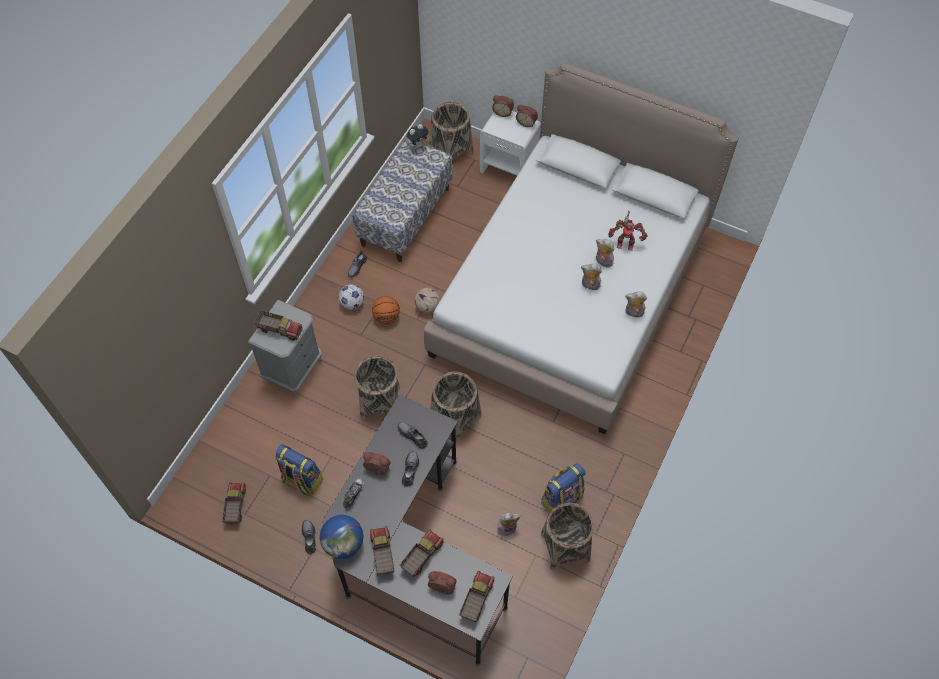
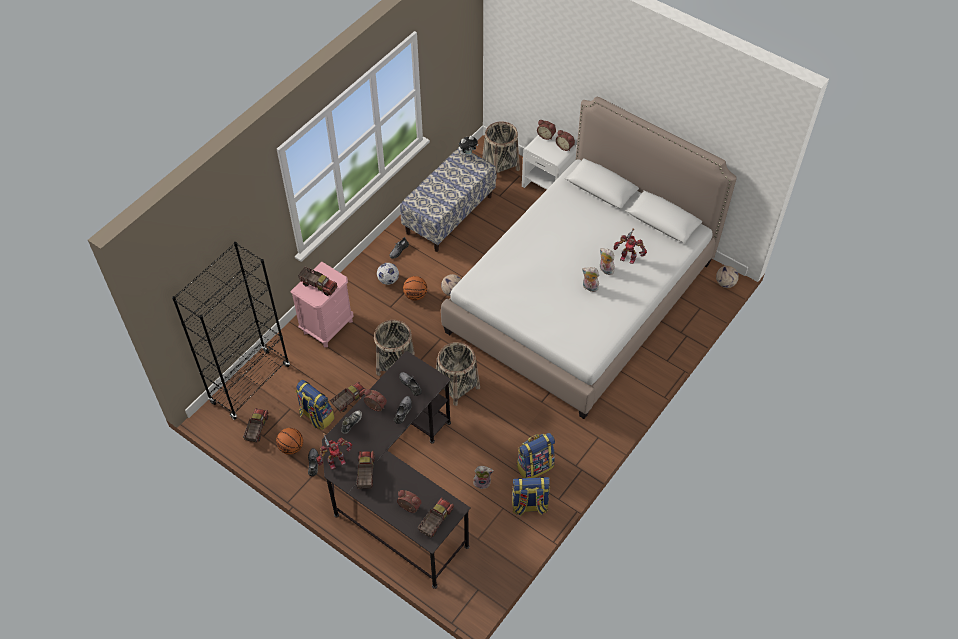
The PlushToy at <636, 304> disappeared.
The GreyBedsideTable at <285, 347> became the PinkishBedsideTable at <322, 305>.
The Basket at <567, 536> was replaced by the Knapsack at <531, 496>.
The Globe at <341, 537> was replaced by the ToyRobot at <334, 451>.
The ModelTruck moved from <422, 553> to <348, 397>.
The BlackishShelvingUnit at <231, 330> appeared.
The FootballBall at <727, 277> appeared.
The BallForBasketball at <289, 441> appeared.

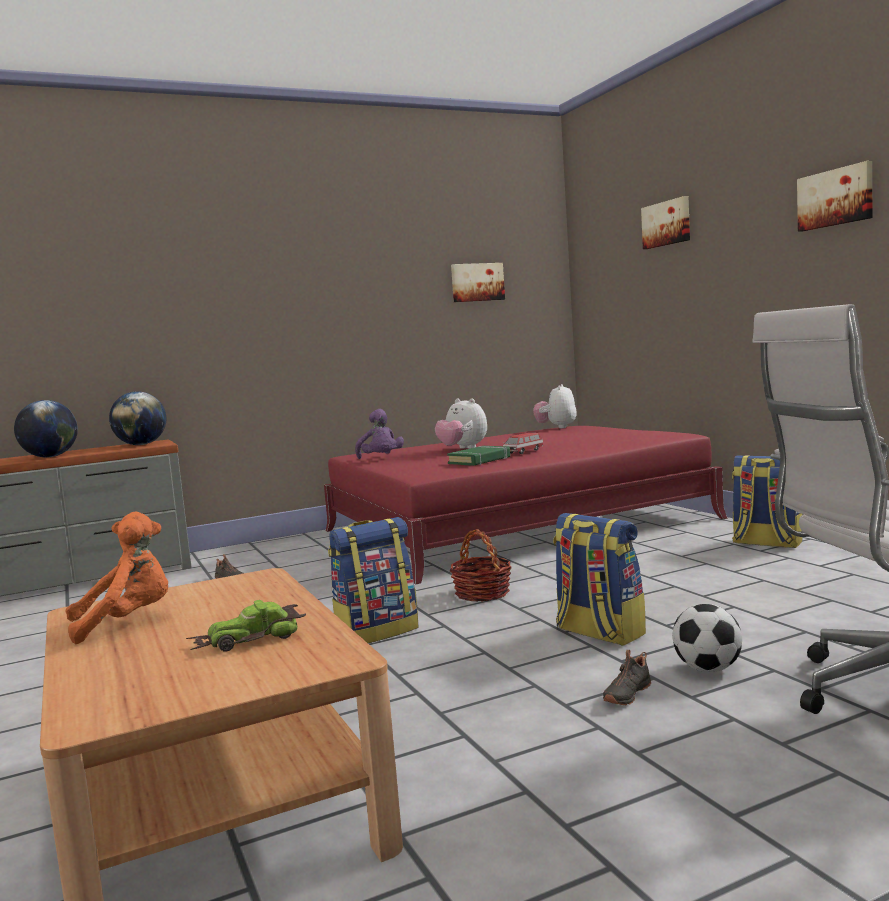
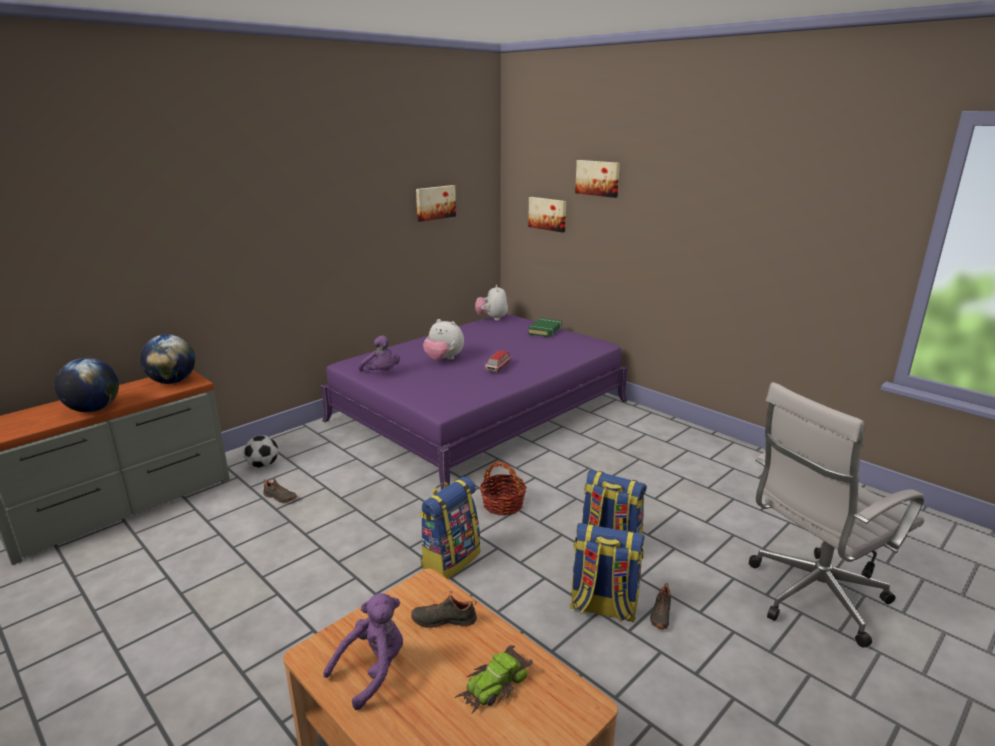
The Picture moved from <835, 196> to <547, 215>.
The RedBedroomBed at <526, 505> became the PurpleColouredBedroomBed at <474, 402>.
The GreenColouredBoundBook moved from <478, 456> to <545, 327>.
The Knapsack moved from <767, 501> to <607, 572>.
The OrangeColouredPlushToy at <116, 578> became the PurpleColouredPlushToy at <363, 651>.
The FootballBall moved from <707, 638> to <261, 451>.
The BlackishShoe at <444, 609> appeared.

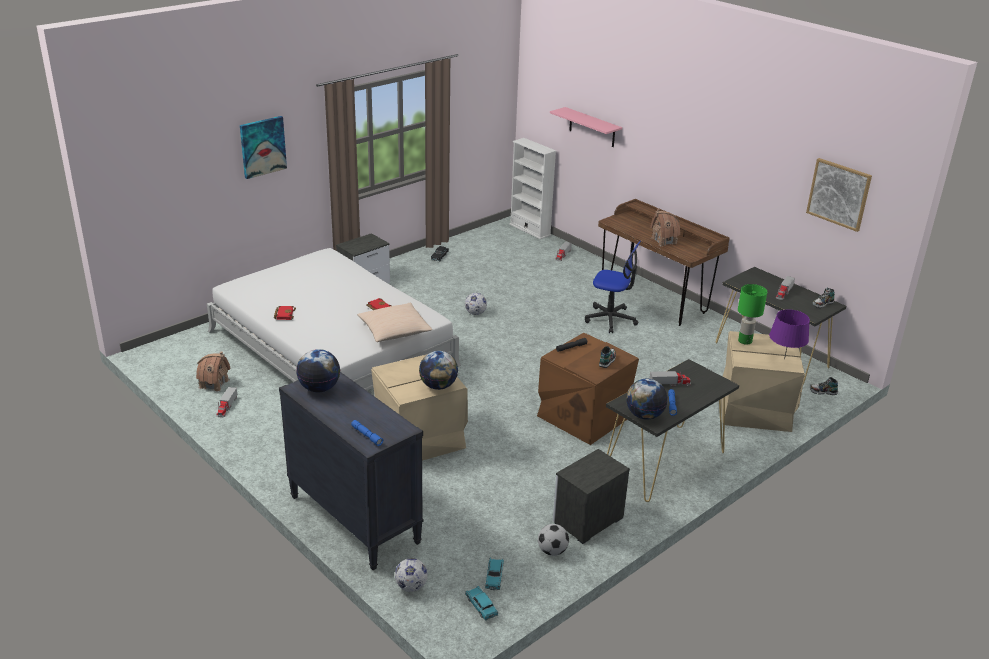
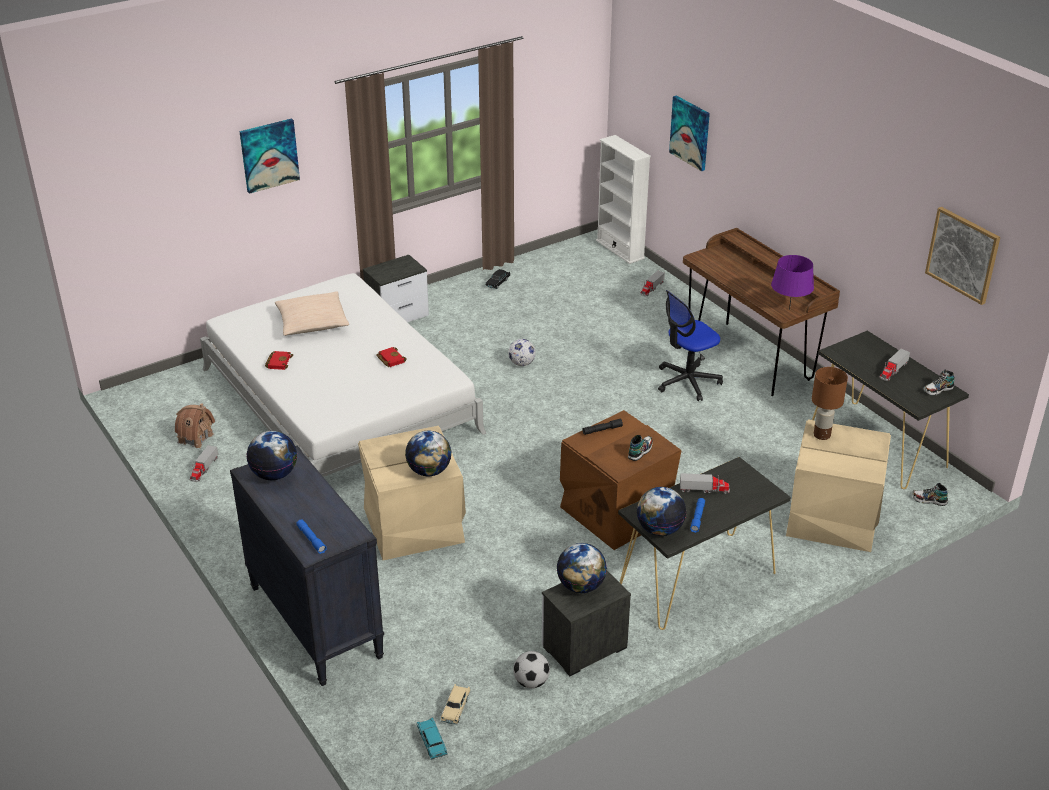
The PinkishShelf at <586, 127> was replaced by the Picture at <689, 133>.
The ToyHouse at <665, 228> disappeared.
The ComputerChair at <613, 287> turned 120 degrees clockwise.
The GreenColouredLampForATable at <752, 314> became the BrownishLampForATable at <830, 403>.
The BeigePillow moved from <394, 322> to <312, 313>.
The PurpleColouredLampForATable moved from <789, 334> to <792, 282>.
The FootballBall at <411, 575> disappeared.
The TurquoiseColouredMiniatureCar at <494, 574> became the BeigeMiniatureCar at <455, 704>.
The Globe at <582, 568> appeared.

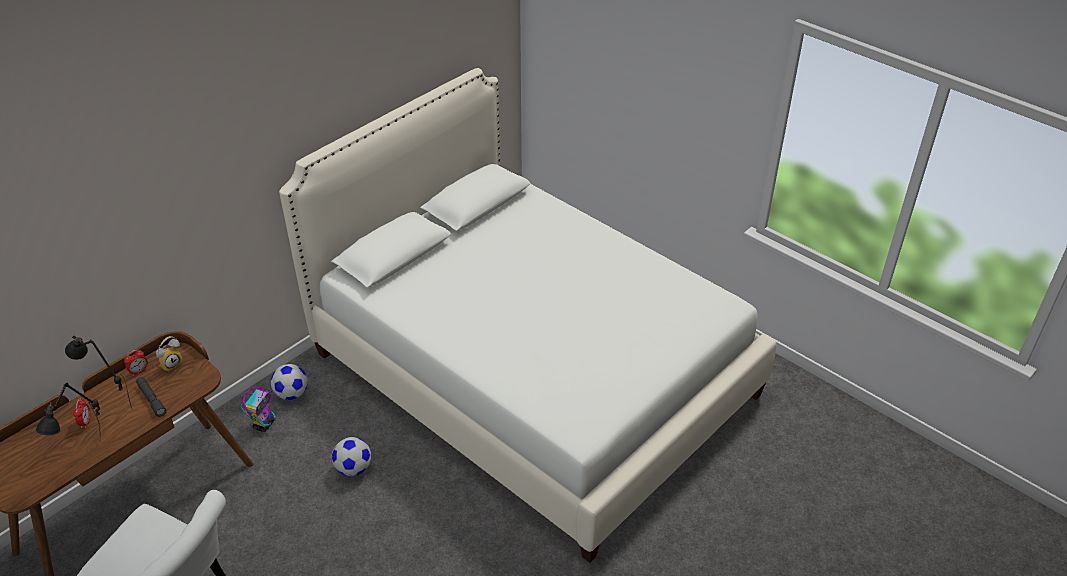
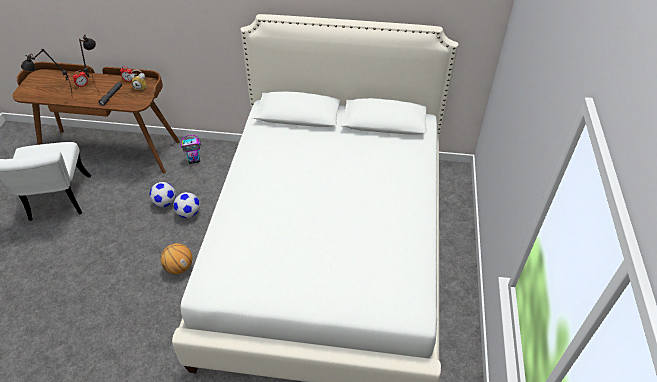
The FootballBall moved from <289, 382> to <163, 194>.
The BallForBasketball at <176, 258> appeared.

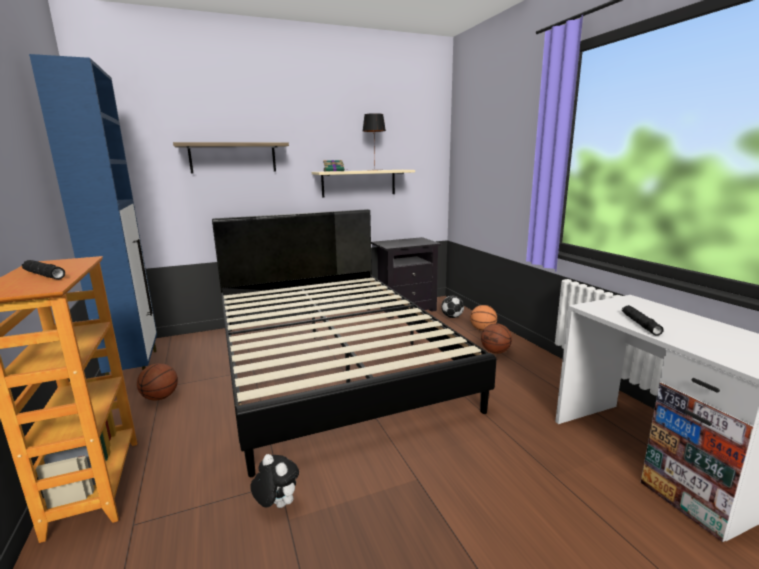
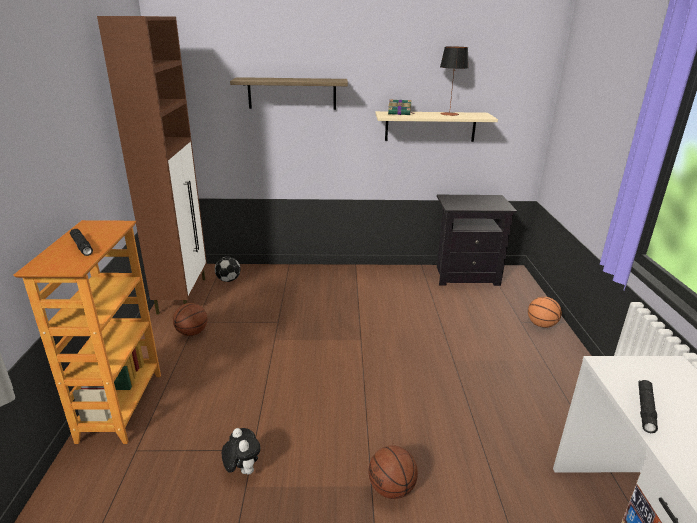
The BluishCupboard at <93, 214> became the BrownishCupboard at <152, 165>.
The BlackishBedroomBed at <354, 343> disappeared.
The FootballBall moved from <452, 307> to <227, 269>.
The BallForBasketball moved from <496, 338> to <393, 472>.

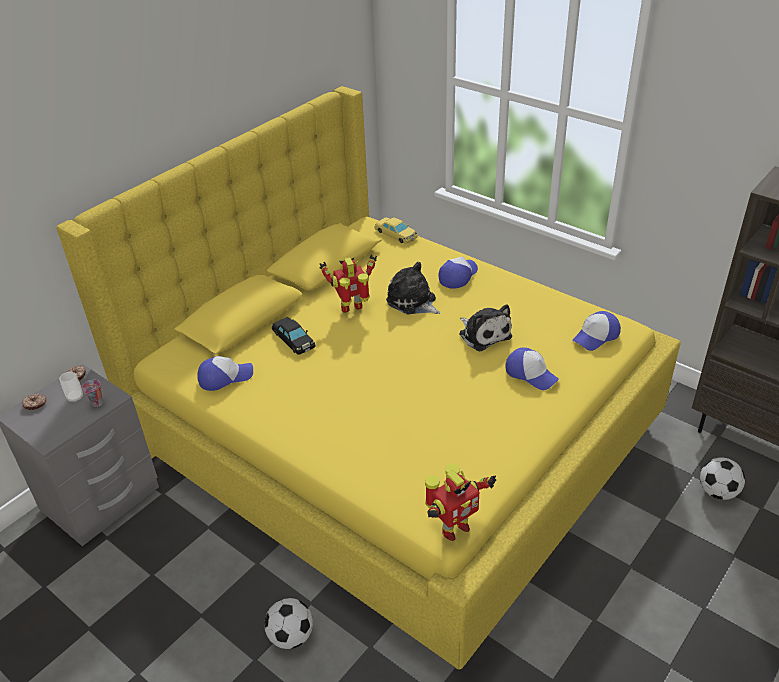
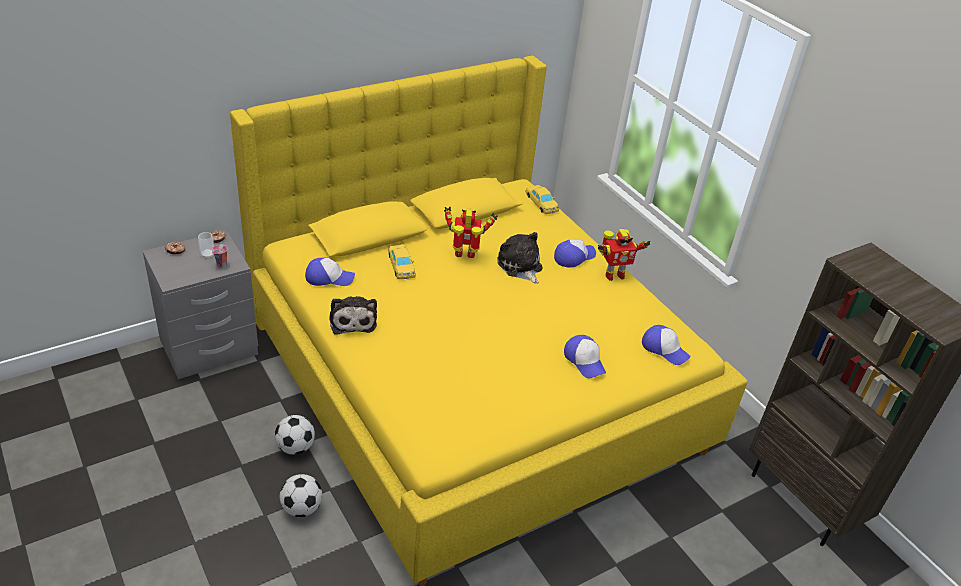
The PlushToy moved from <485, 328> to <353, 315>.
The Cap at <596, 331> turned 120 degrees counterclockwise.
The BlackishMiniatureCar at <294, 336> became the YellowColouredMiniatureCar at <402, 262>.
The FootballBall moved from <722, 478> to <295, 435>.
The ToyRobot moved from <460, 502> to <624, 255>.

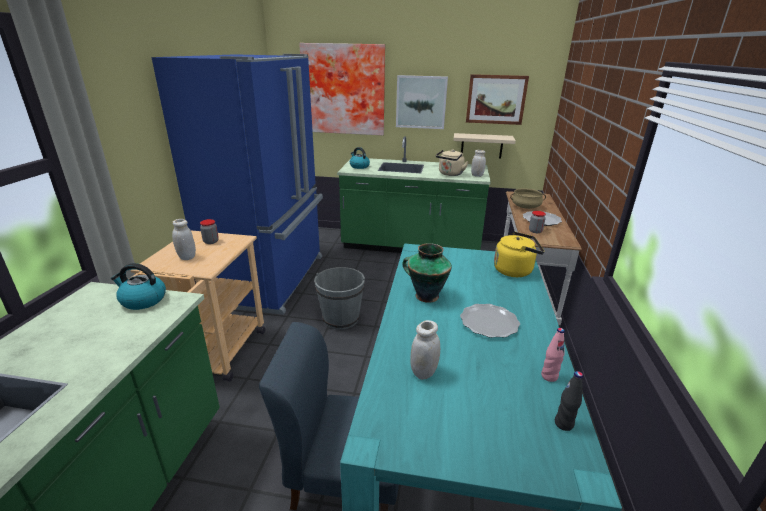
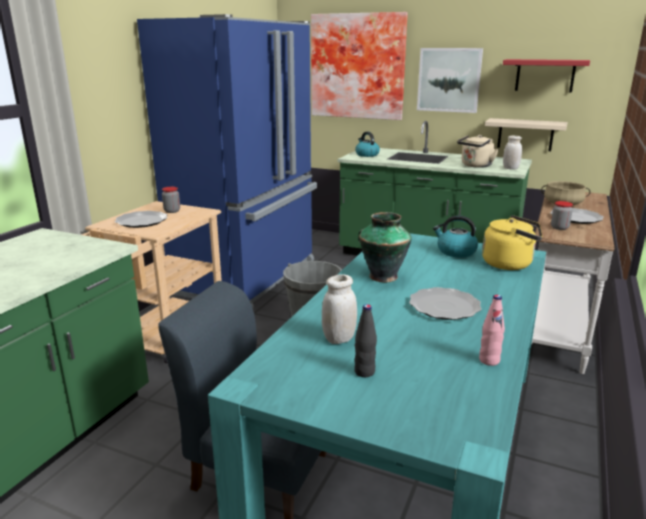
The Picture at <497, 99> was replaced by the RedShelf at <546, 76>.
The WhiteColouredStorageJar at <184, 239> was replaced by the DinnerPlate at <141, 219>.
The TeaKettle moved from <138, 286> to <455, 236>.
The BlackishBeverageBottle moved from <569, 401> to <365, 340>.

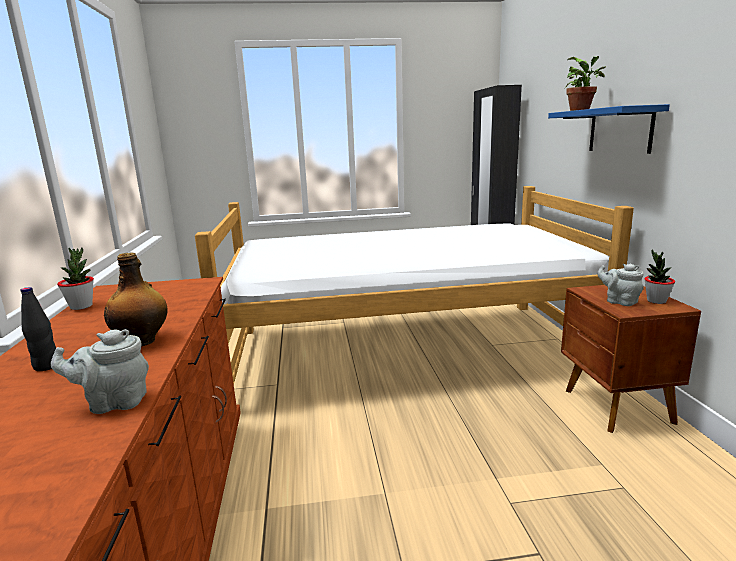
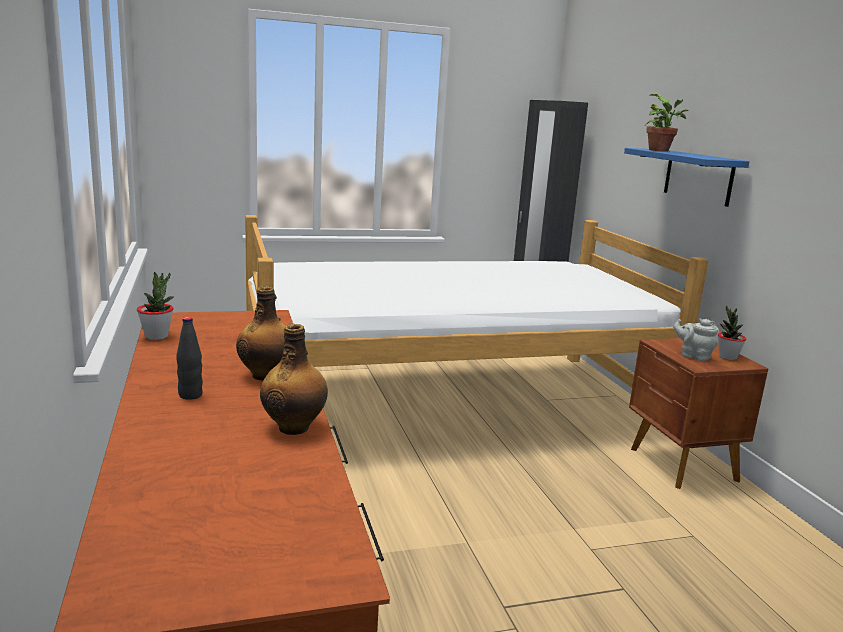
The GreyTeapot at <100, 371> was replaced by the BeverageBottle at <294, 379>.

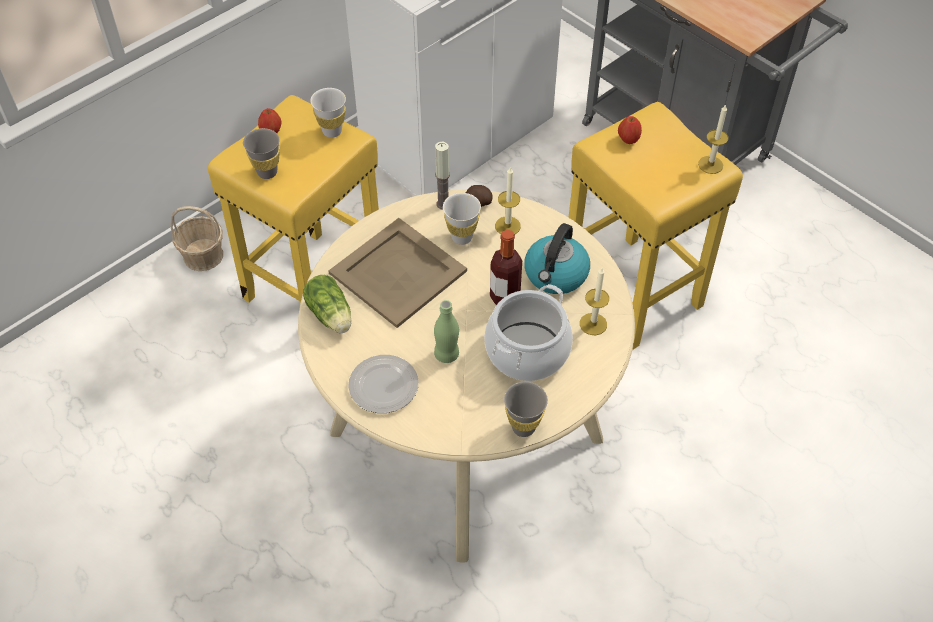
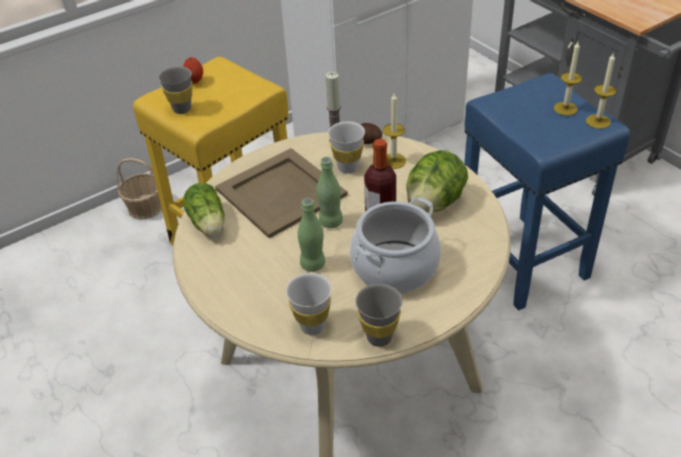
The WhiteColouredCup moved from <328, 113> to <309, 304>.
The YellowColouredSittingStool at <655, 226> became the BluishSittingStool at <547, 191>.
The Apple at <630, 130> disappeared.
The TeaKettle at <557, 258> was replaced by the Lettuce at <437, 181>.
The WaxLight moved from <594, 301> to <568, 79>.
The DinnerPlate at <383, 384> disappeared.
The GreenColouredBeverageBottle at <329, 192> appeared.

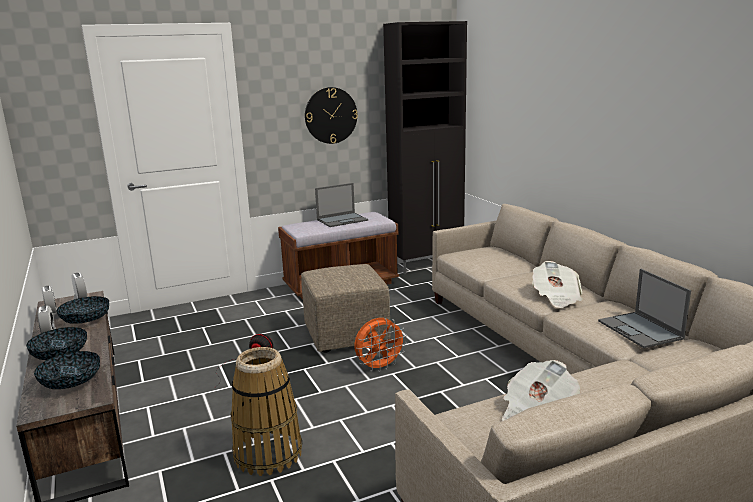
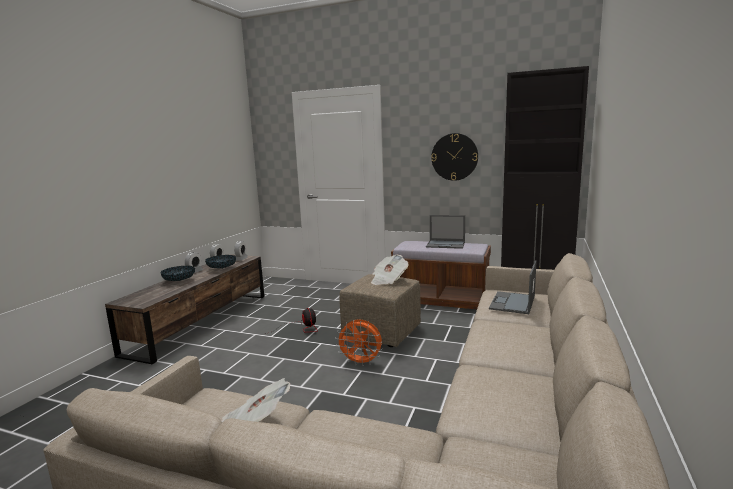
The Newspaper moved from <557, 284> to <389, 270>.
The PortableComputer moved from <644, 308> to <513, 287>.
The Basket at <266, 411> disappeared.
The DeepDish at <67, 370> disappeared.

